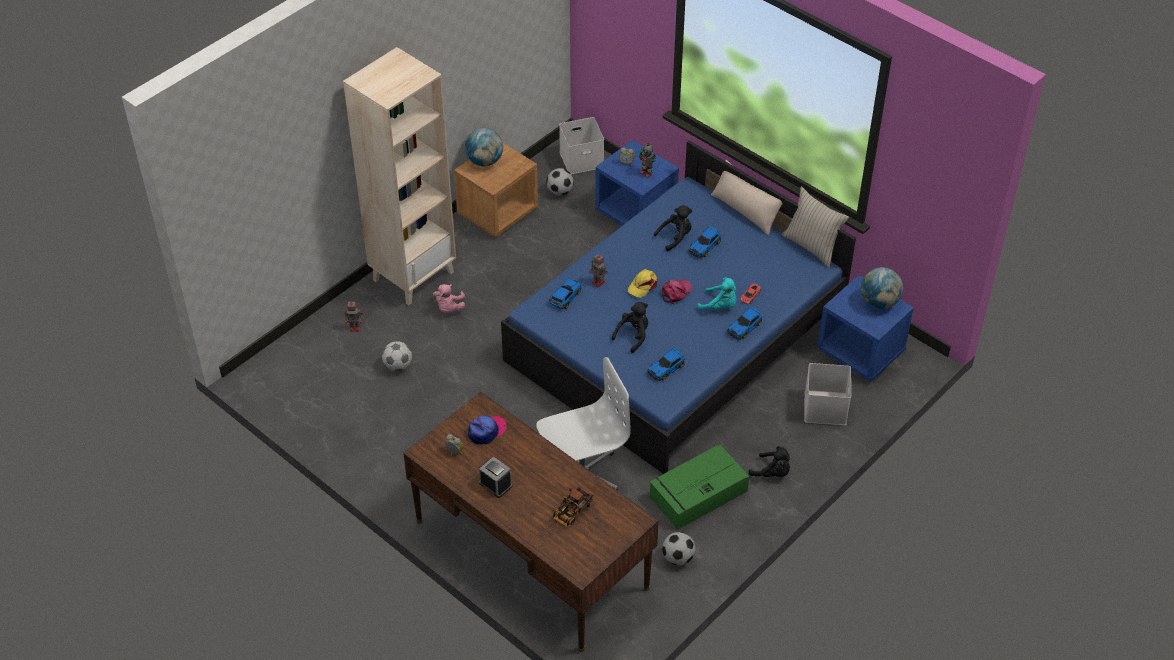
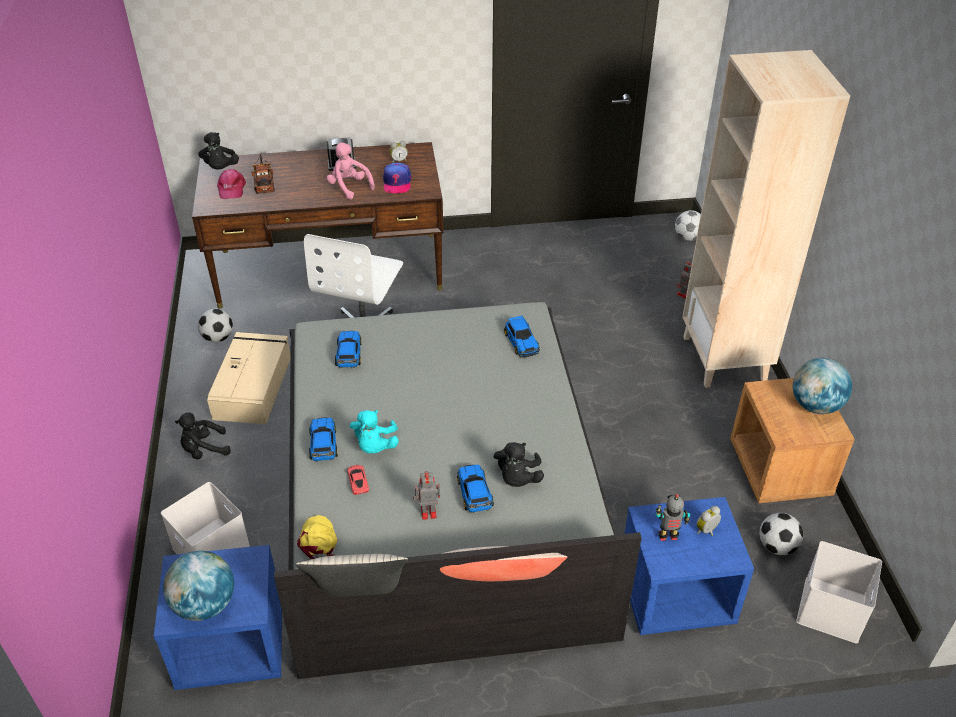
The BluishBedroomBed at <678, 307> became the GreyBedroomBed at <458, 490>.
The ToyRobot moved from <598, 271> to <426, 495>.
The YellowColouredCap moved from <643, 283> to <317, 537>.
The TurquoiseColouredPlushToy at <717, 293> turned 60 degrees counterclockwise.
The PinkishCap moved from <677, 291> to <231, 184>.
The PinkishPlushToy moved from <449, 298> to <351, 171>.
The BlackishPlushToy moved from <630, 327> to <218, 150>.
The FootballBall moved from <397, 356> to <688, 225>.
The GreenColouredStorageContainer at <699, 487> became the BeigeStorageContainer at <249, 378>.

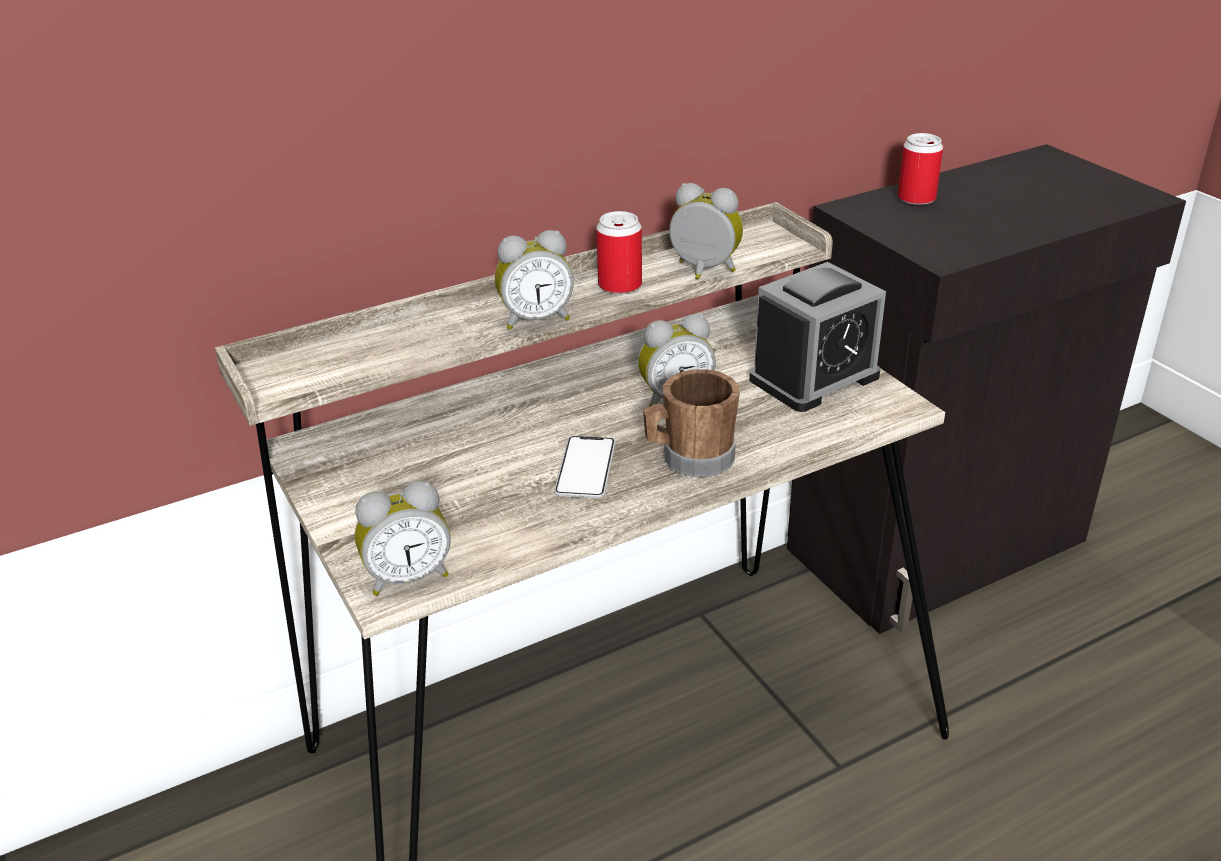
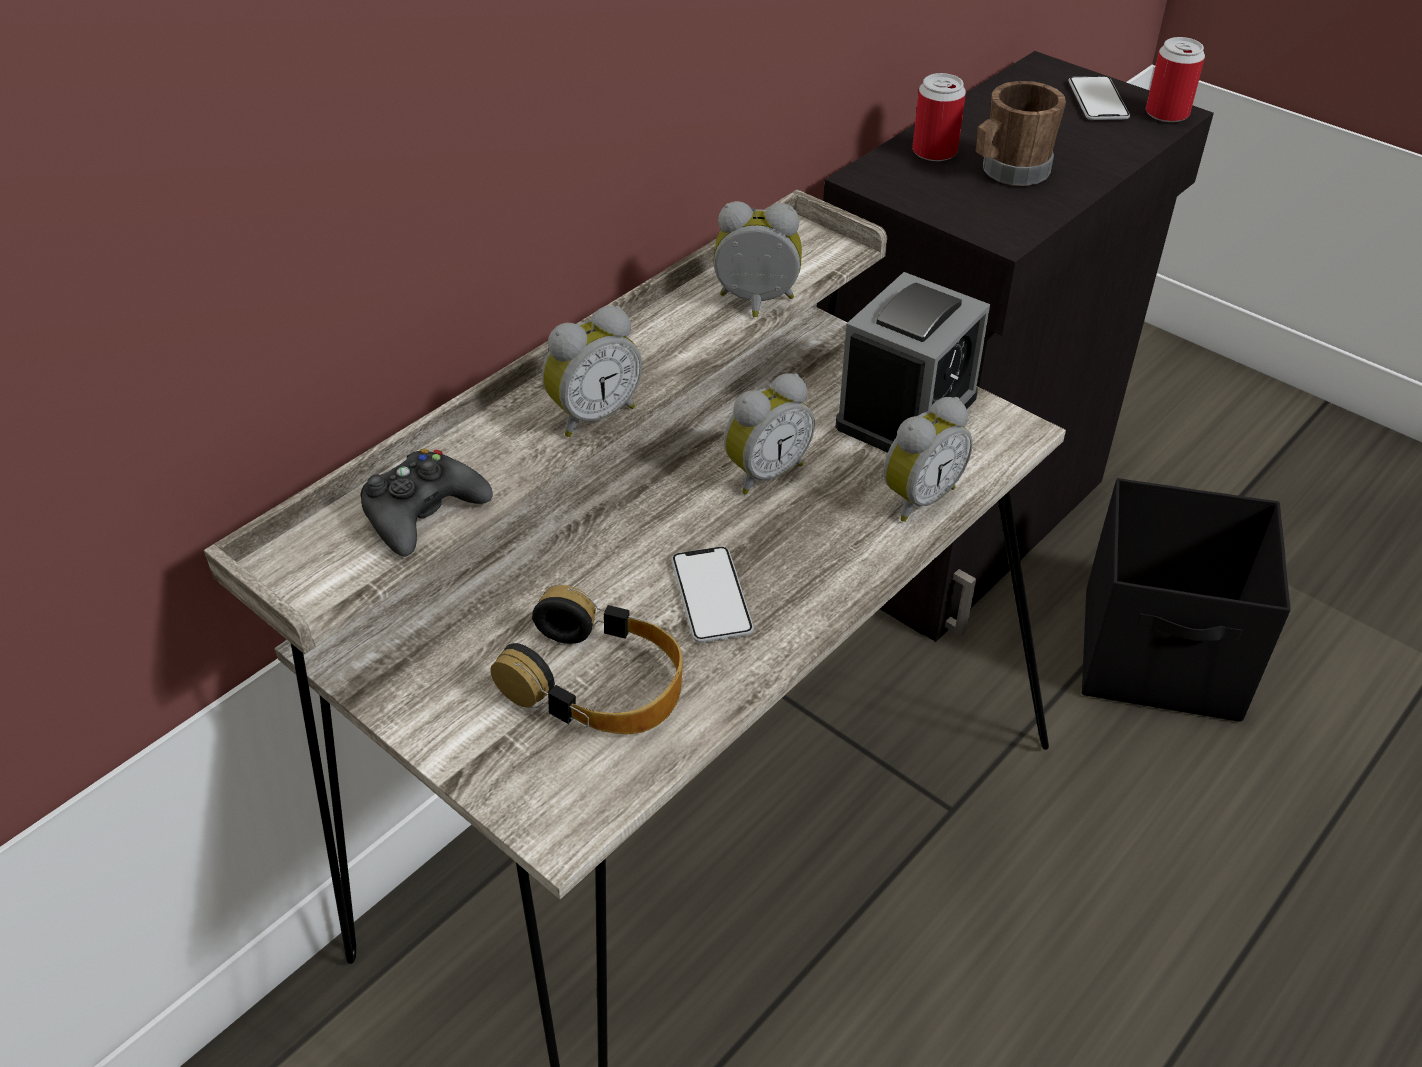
The Can moved from <619, 252> to <1175, 79>.
The BrownishMug moved from <691, 423> to <1021, 133>.
The BedsideClock moved from <402, 538> to <928, 459>.
The Handset at <1099, 98> appeared.
The BlackishGameController at <426, 503> appeared.
The BlackishStorageContainer at <1186, 600> appeared.
The PairOfHeadphones at <586, 659> appeared.

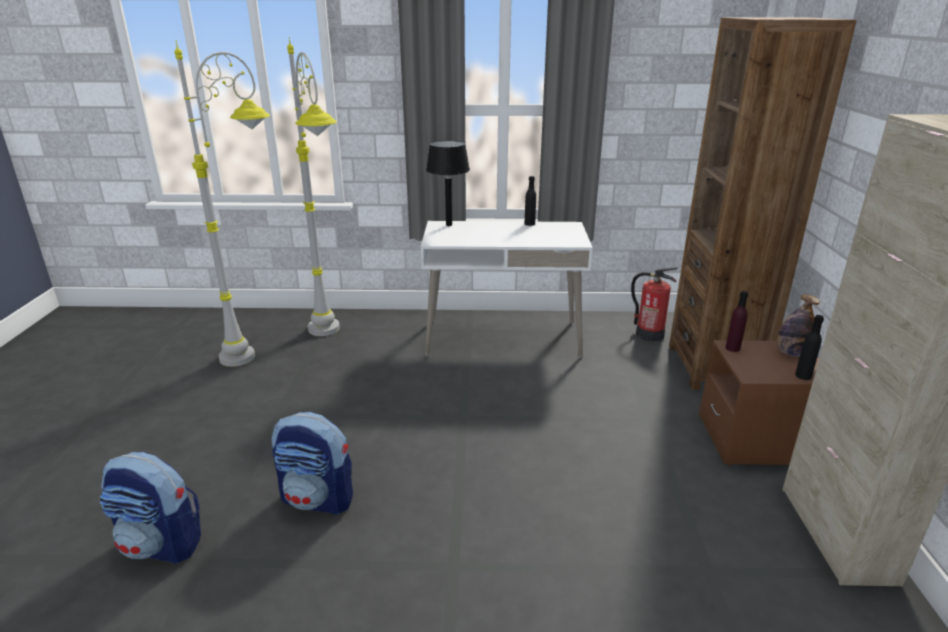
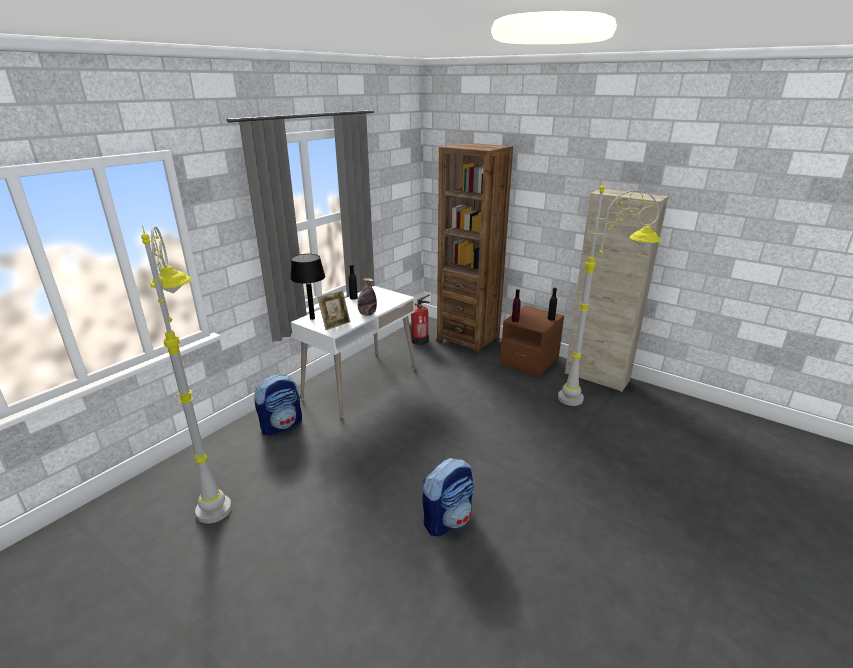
The GreyStandingLamp moved from <313, 186> to <609, 293>.
The BeverageBottle moved from <798, 325> to <367, 297>.
The Knapsack moved from <150, 508> to <278, 405>.
The PhotoFrame at <333, 310> appeared.

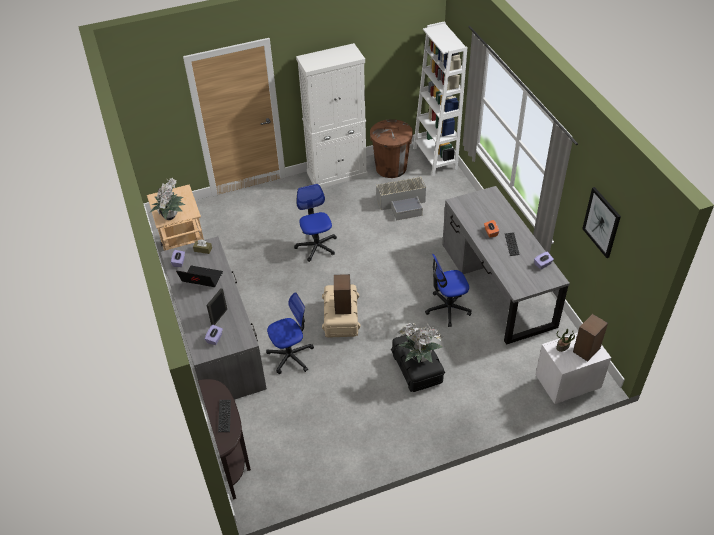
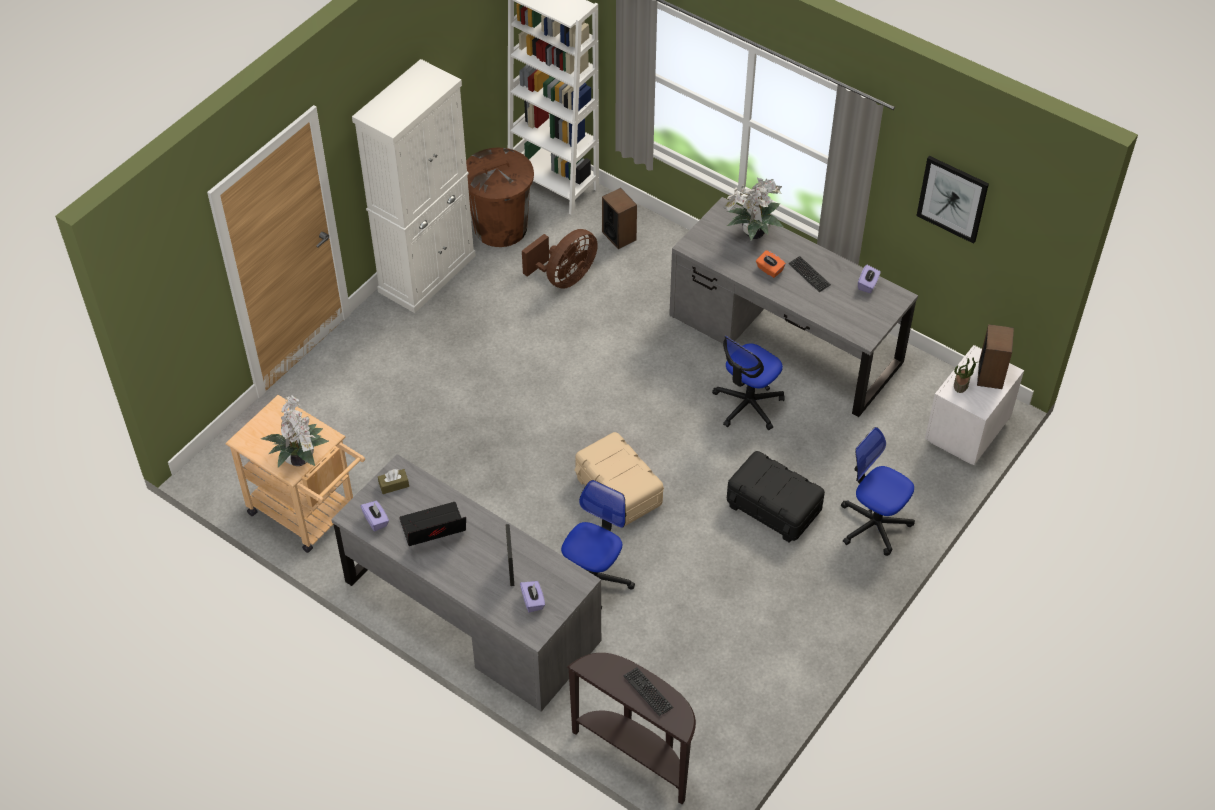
The GreyStorageContainer at <401, 198> was replaced by the BrownishElectricFan at <560, 259>.
The ComputerChair moved from <315, 223> to <878, 491>.
The Loudspeaker moved from <342, 294> to <619, 218>.
The PlantInAPot moved from <420, 343> to <752, 209>.

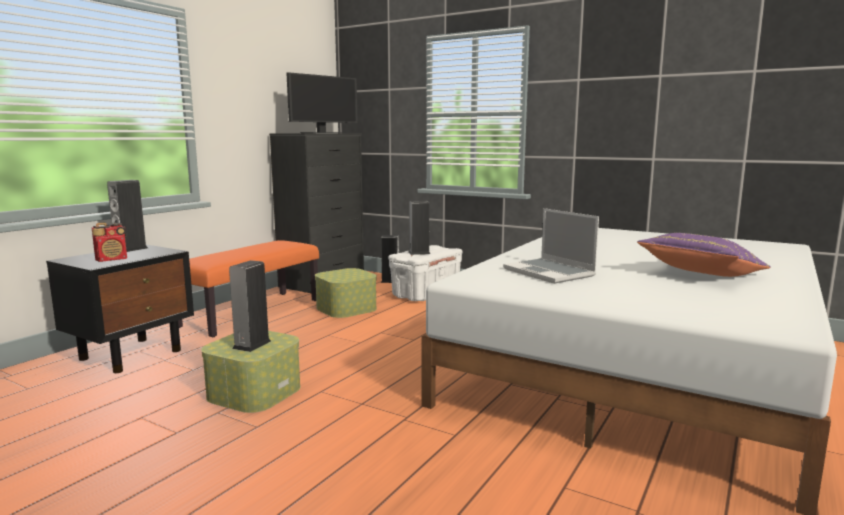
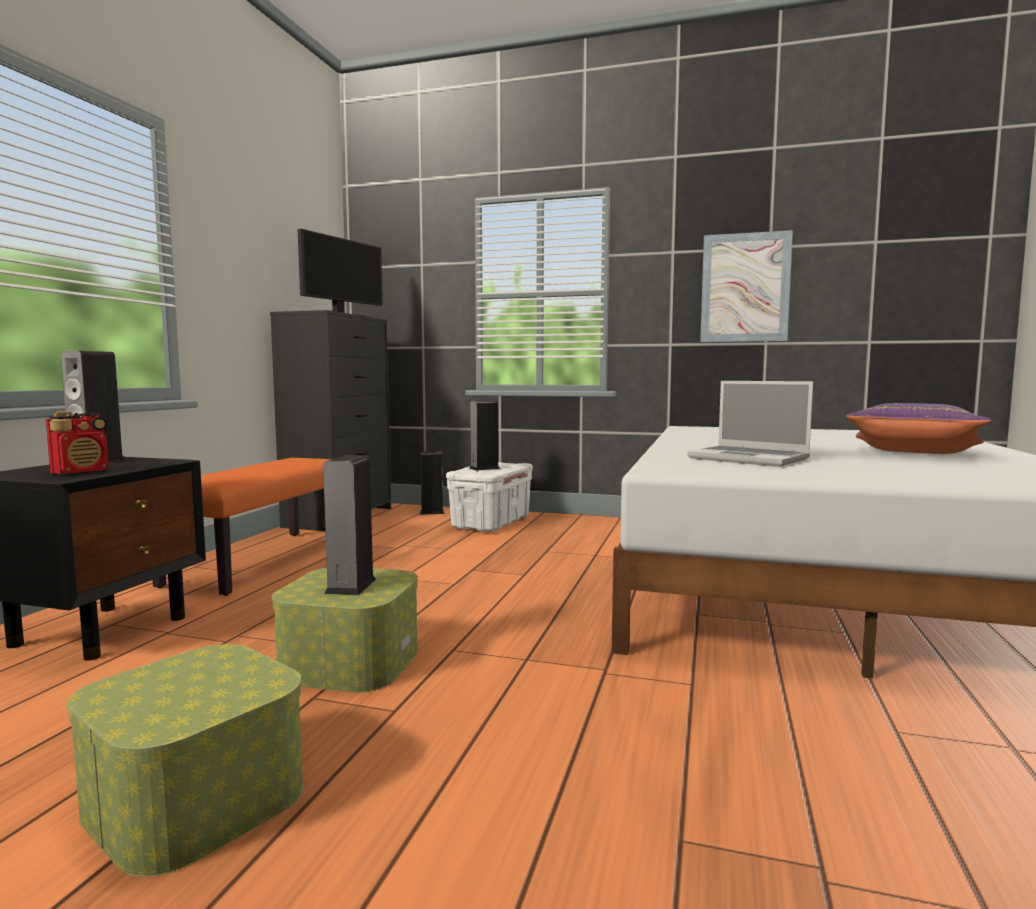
The StorageContainer moved from <346, 293> to <185, 760>.
The Picture at <746, 286> appeared.

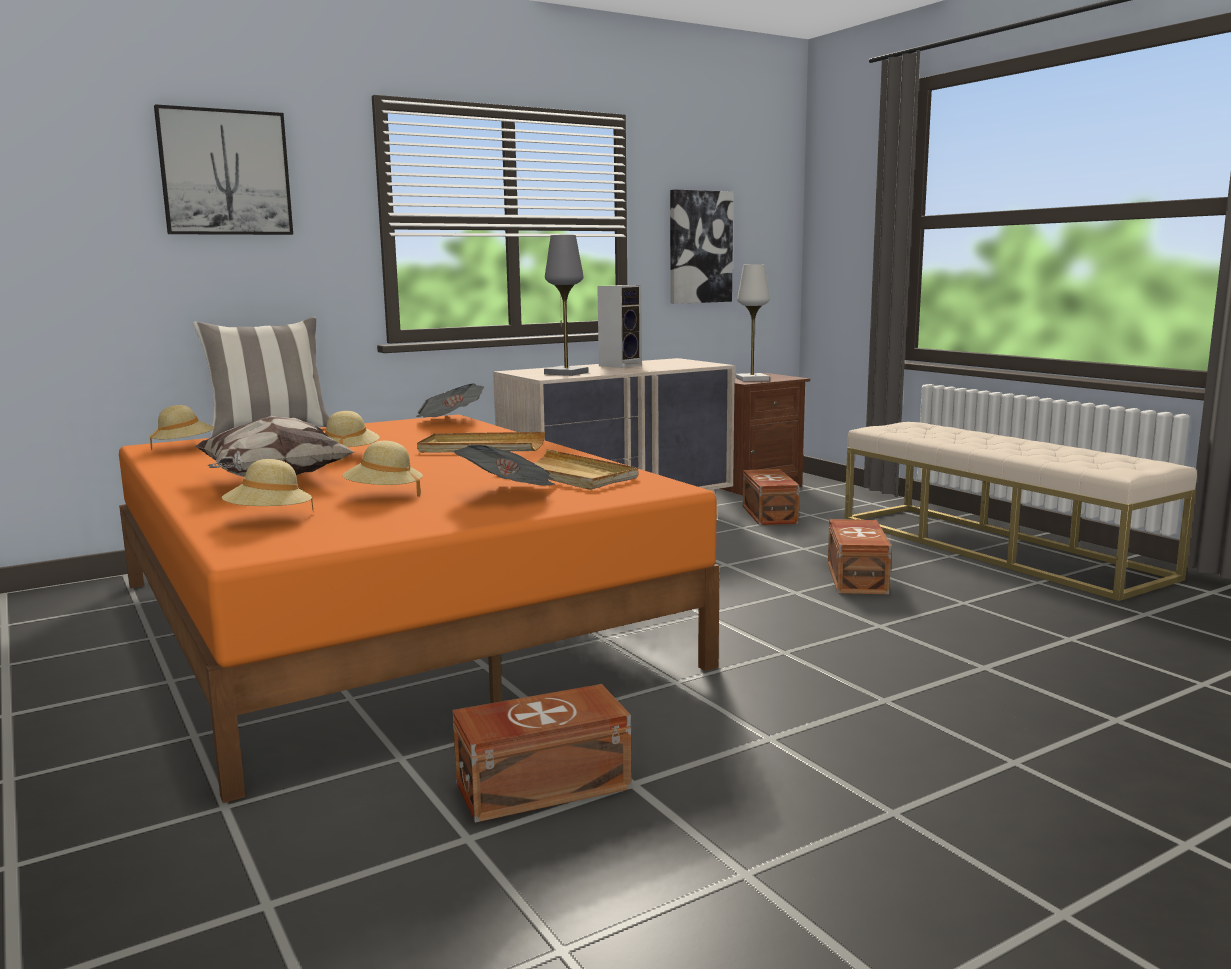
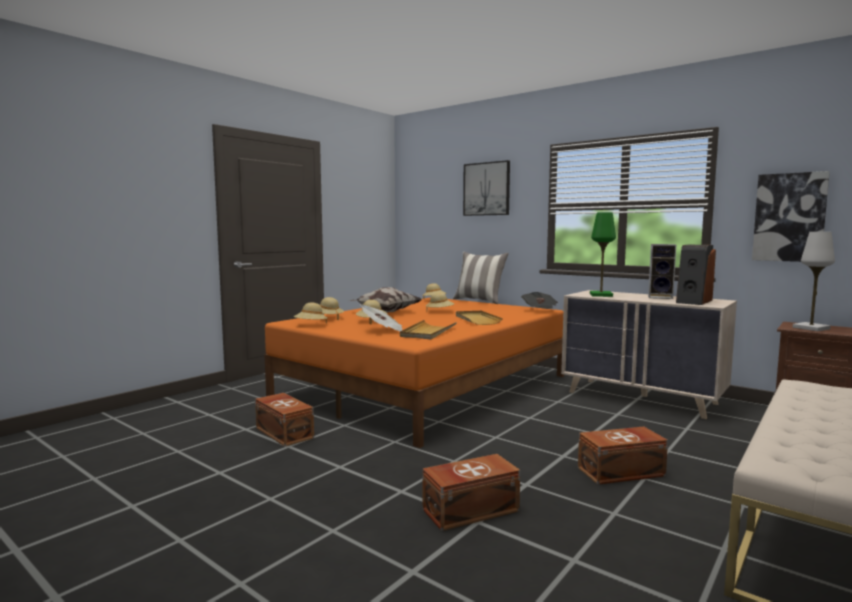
The GreyLampForATable at <566, 305> became the GreenColouredLampForATable at <603, 254>.
The BrownishStorageContainer moved from <771, 497> to <471, 492>.
The Loudspeaker at <696, 275> appeared.
The BeigeClothingHat at <310, 313> appeared.

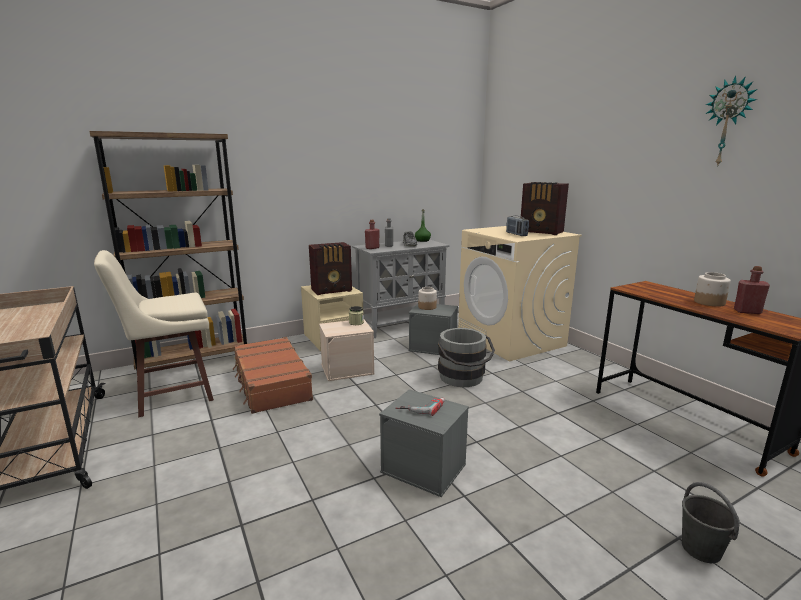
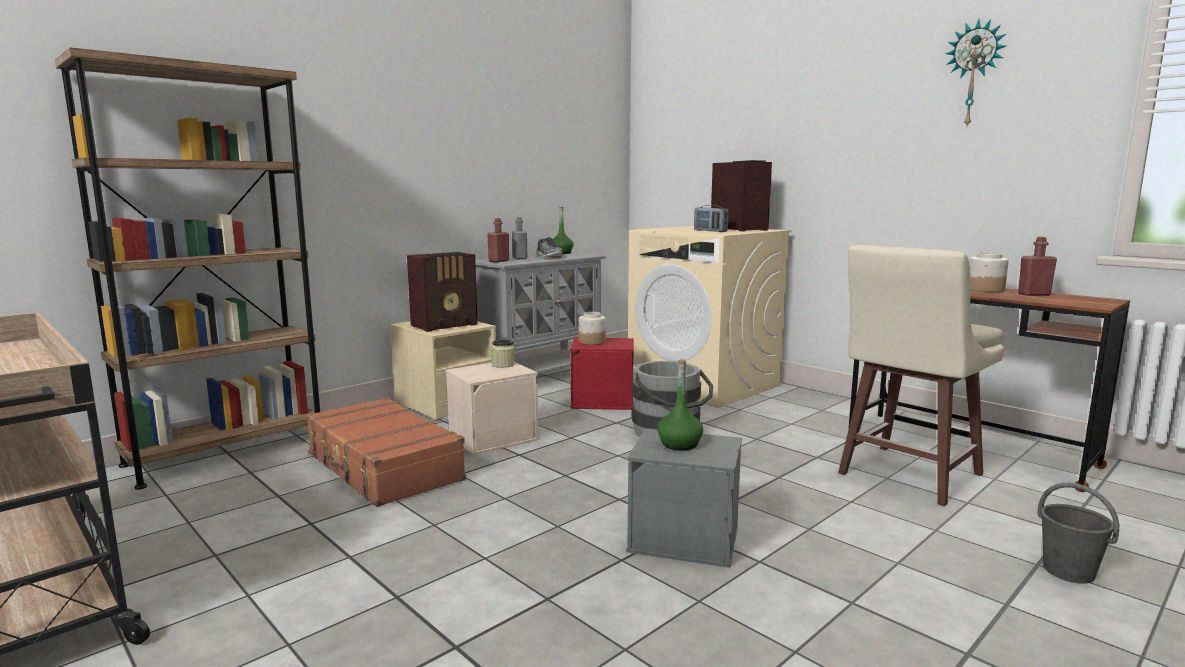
The RadioSet at <545, 208> turned 135 degrees counterclockwise.
The BeigeSittingStool moved from <154, 333> to <921, 375>.
The GreyStorageContainer at <433, 329> became the RedStorageContainer at <602, 373>.
The Drill at <420, 407> was replaced by the GreenColouredBeverageBottle at <680, 404>.

